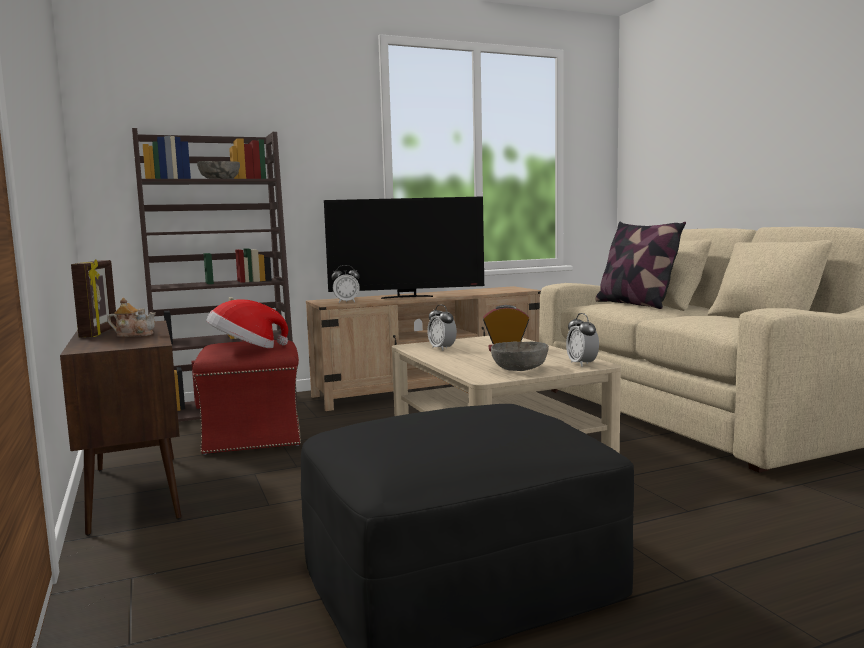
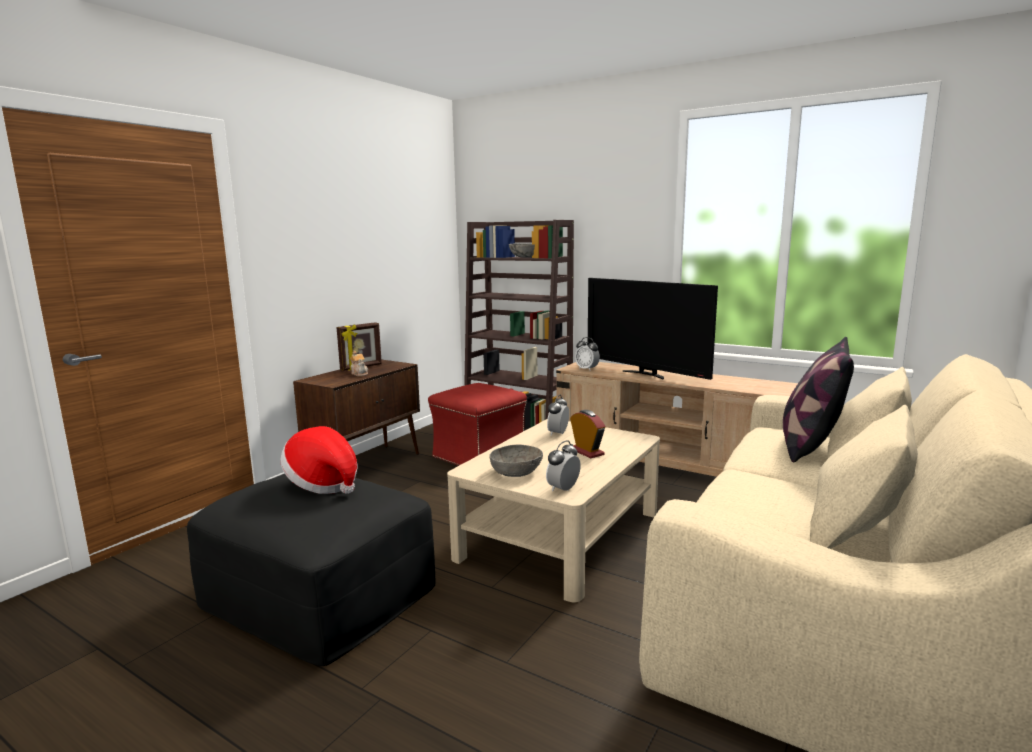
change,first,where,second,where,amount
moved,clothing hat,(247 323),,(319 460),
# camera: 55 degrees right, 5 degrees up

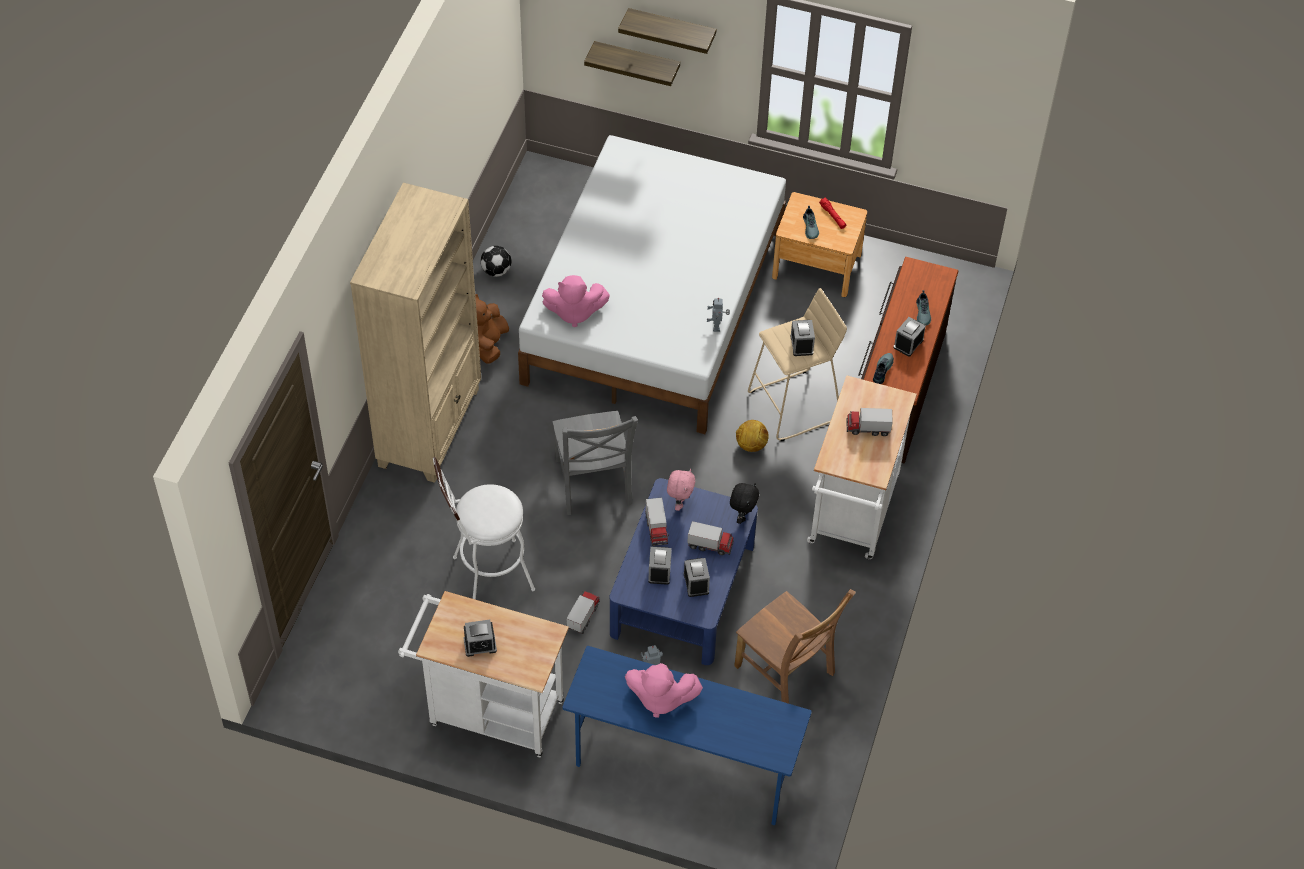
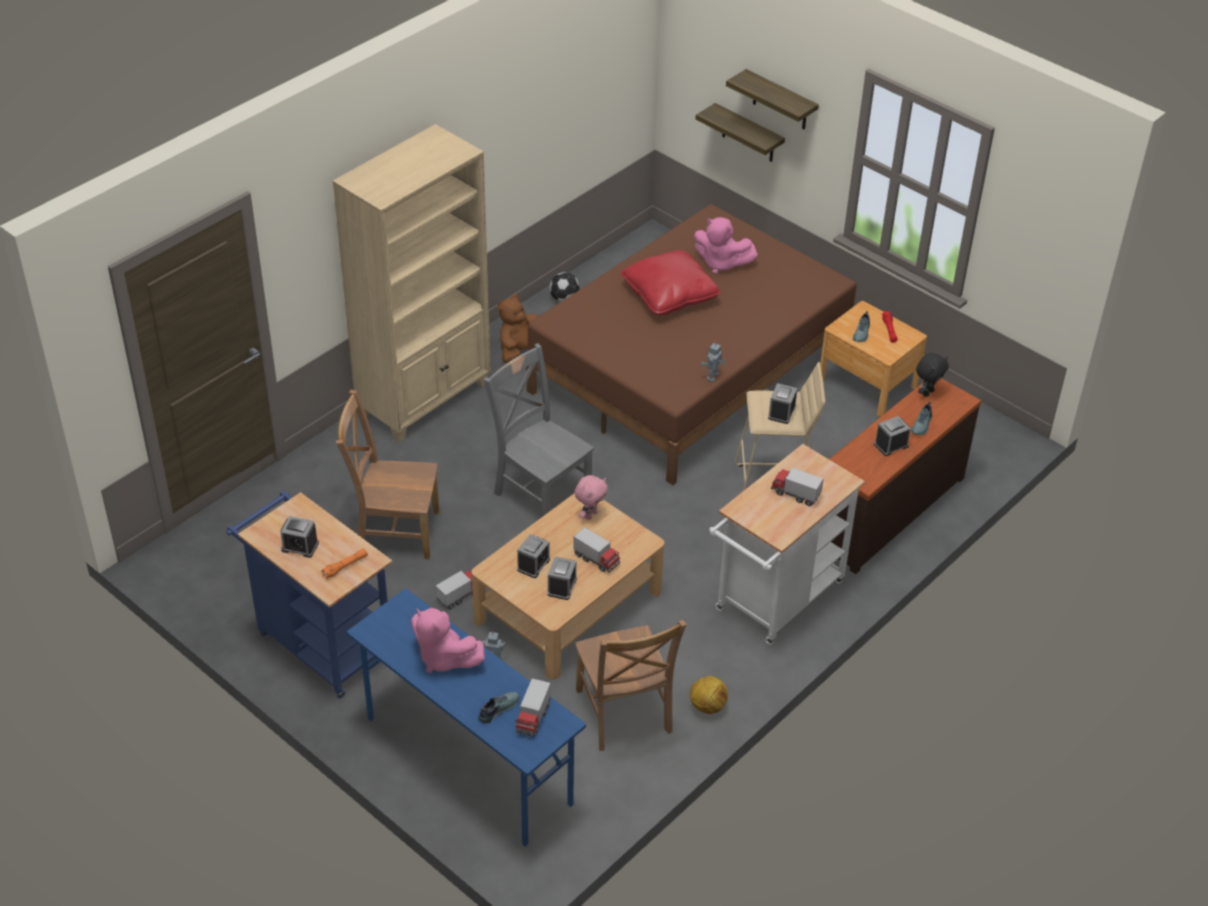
change,first,where,second,where,amount
recoloured,bed (whitish),(652 284),bed (brown),(691 344),
moved,soft toy (pinkish),(576 301),,(726 245),
moved,item of footwear,(883 368),,(498 708),
turned,plain chair (greyish),(595 463),,(539 430),120 degrees clockwise
moved,ball for football,(752 436),,(709 695),
replaced,sitting stool (whitish),(484 528),plain chair (brown),(387 475),
recoloured,lounge table (blue-coloured),(683 571),lounge table (beige),(567 586),
moved,soft toy (black),(744 503),,(932 375),
moved,model truck,(657 521),,(533 707),
recoloured,trolley (whitish),(483 674),trolley (blue-coloured),(309 595),
added,,,pillow (reddish),(671 283),
added,,,hand torch (orange-coloured),(344 563),
# camera: 25 degrees right, 10 degrees down

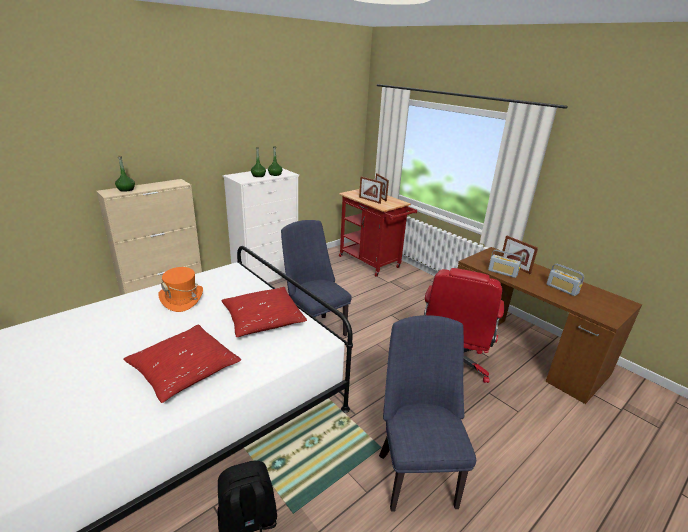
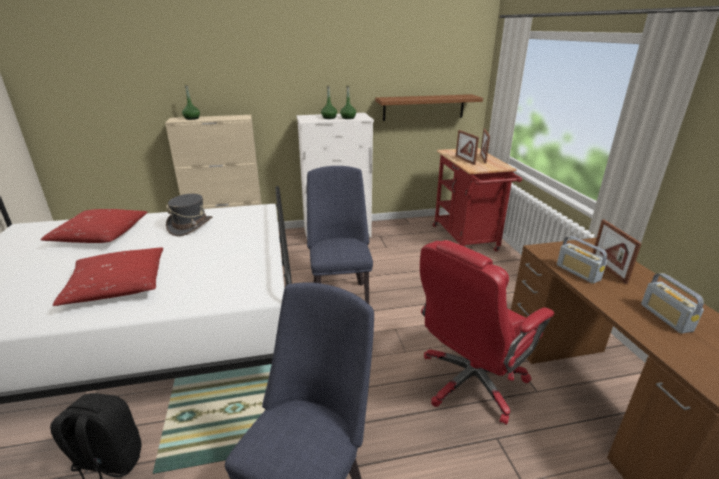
change,first,where,second,where,amount
recoloured,clothing hat (orange-coloured),(180 289),clothing hat (greyish),(189 215),
moved,pillow (reddish),(264 312),,(94 226),
added,,,shelf (brown),(429 107),
# camera: 30 degrees right, 0 degrees up

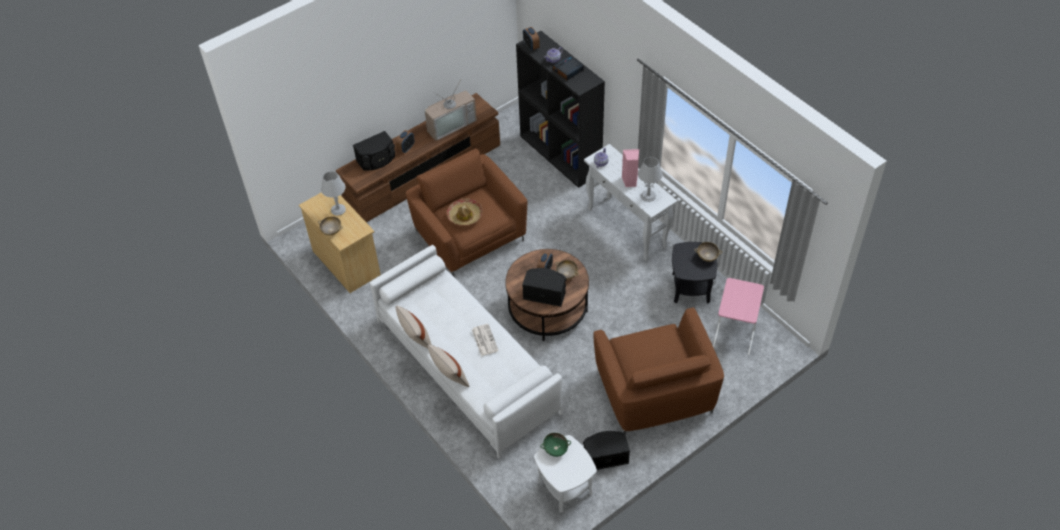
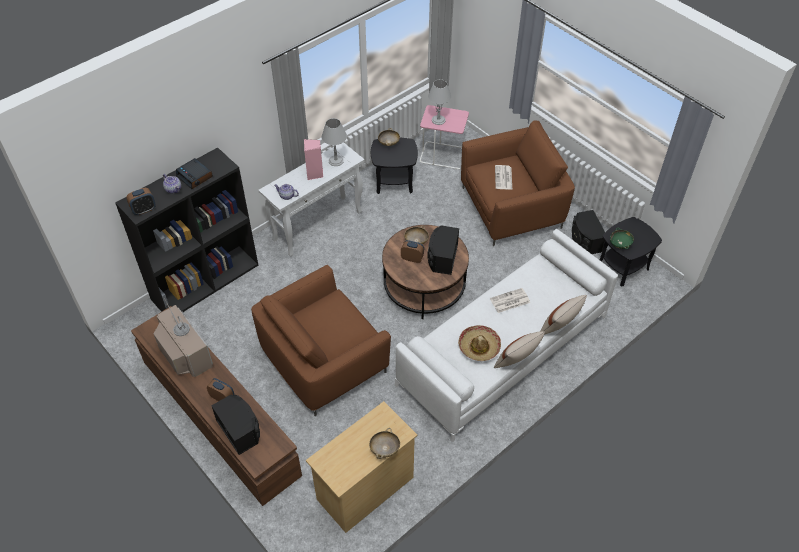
change,first,where,second,where,amount
moved,tabletop lamp (greyish),(333 193),,(439 102),
moved,clothing hat,(465 212),,(479 343),
recoloured,accent table (whitish),(565 474),accent table (black),(631 251),
added,,,newspaper,(503 177),
# camera: 95 degrees left, 0 degrees up

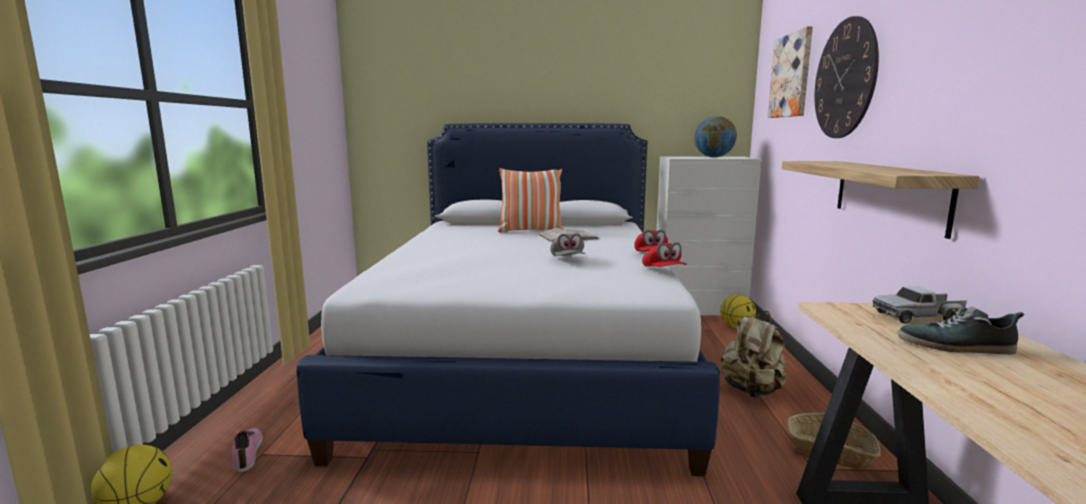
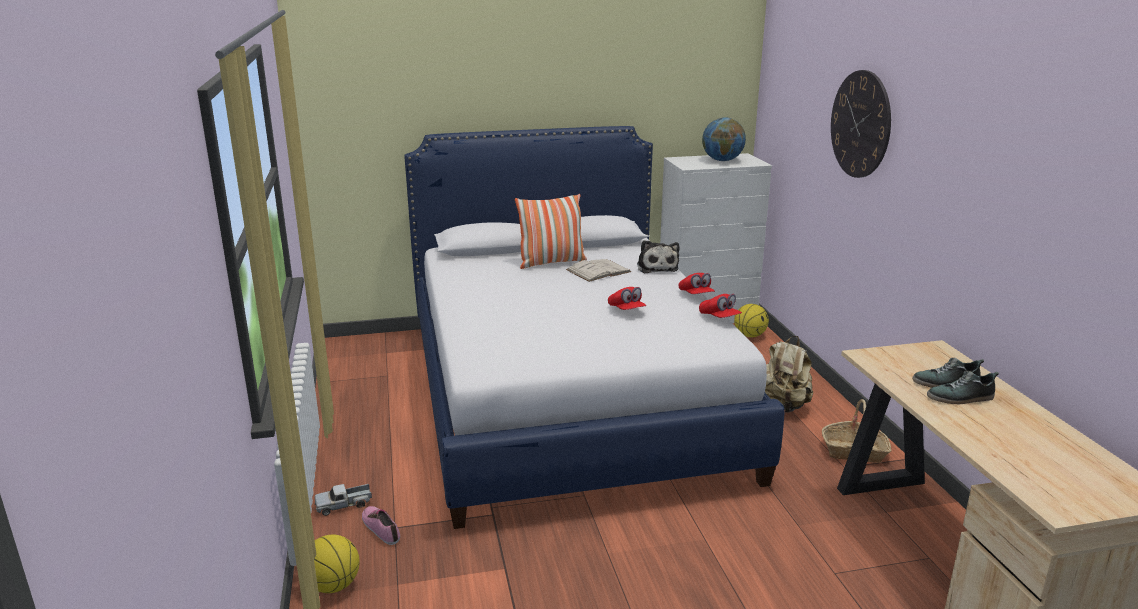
change,first,where,second,where,amount
removed,picture,(790 72),,,
removed,shelf,(880 200),,,
recoloured,cap (greyish),(567 244),cap (reddish),(627 298),
moved,model truck,(919 304),,(343 500),
added,,,soft toy,(658 256),
added,,,item of footwear,(963 387),
# camera: 15 degrees left, 10 degrees up

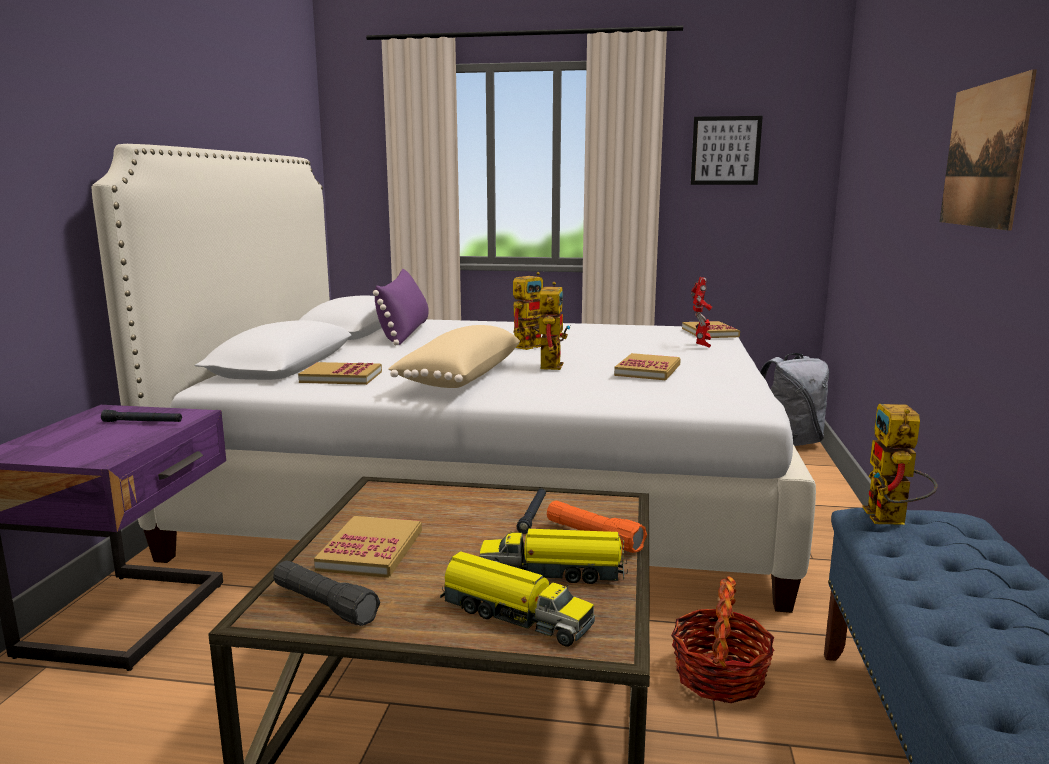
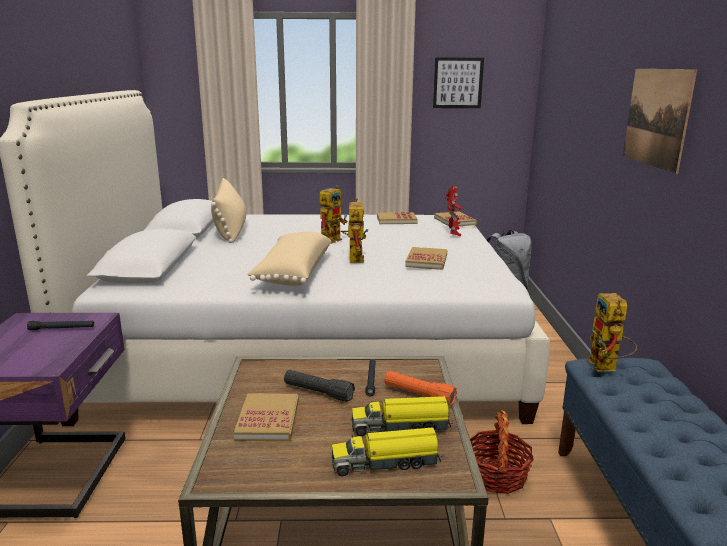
change,first,where,second,where,amount
recoloured,pillow (purple-coloured),(401 307),pillow (beige),(228 210),
moved,book,(340 373),,(397 218),
turned,model truck,(517 599),,(386 451),150 degrees clockwise
moved,hand torch (black),(326 593),,(319 386),
# camera: 10 degrees left, 5 degrees up

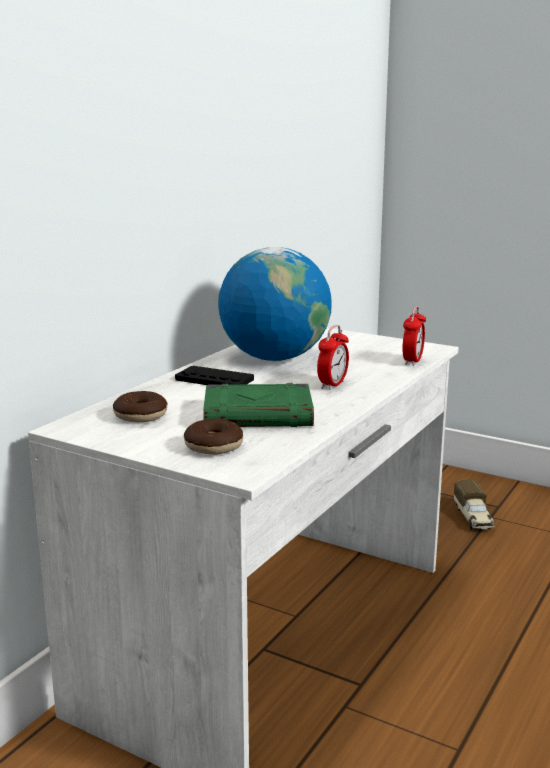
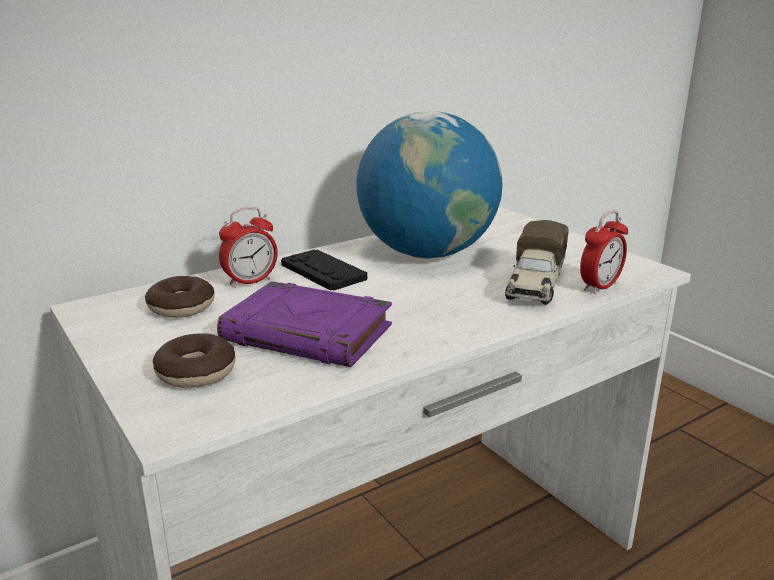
change,first,where,second,where,amount
moved,bedside clock,(333 357),,(248 247),
recoloured,book (greenish),(258 405),book (purple-coloured),(304 324),
moved,model truck,(474 504),,(537 262),
# camera: 25 degrees right, 5 degrees up

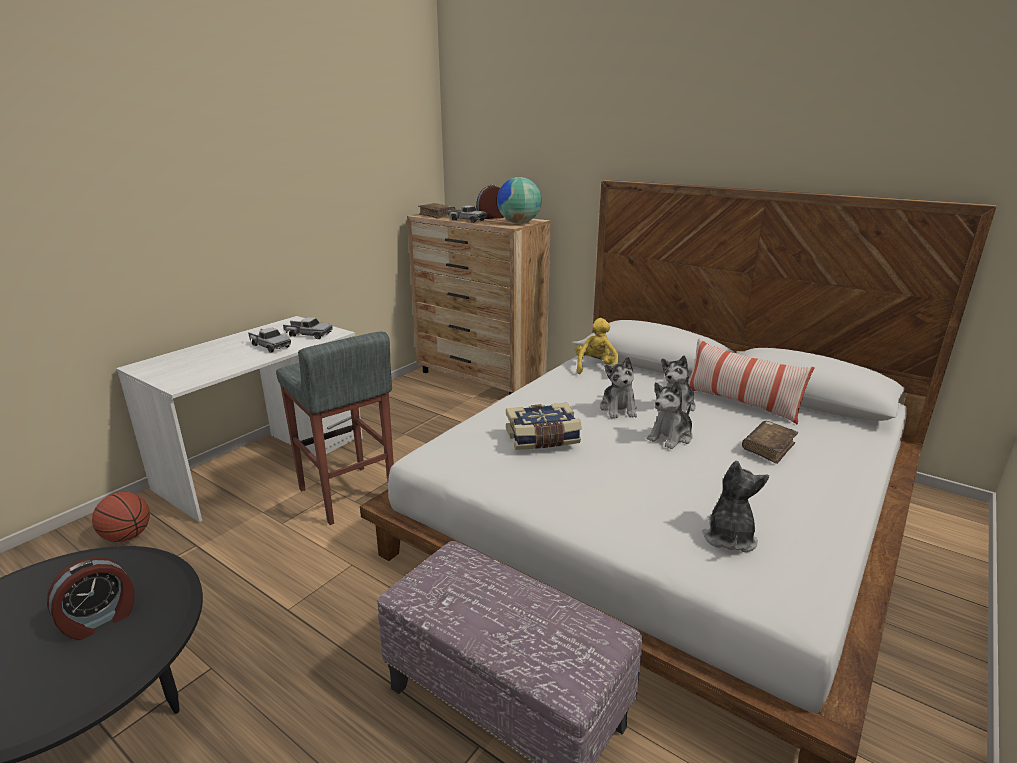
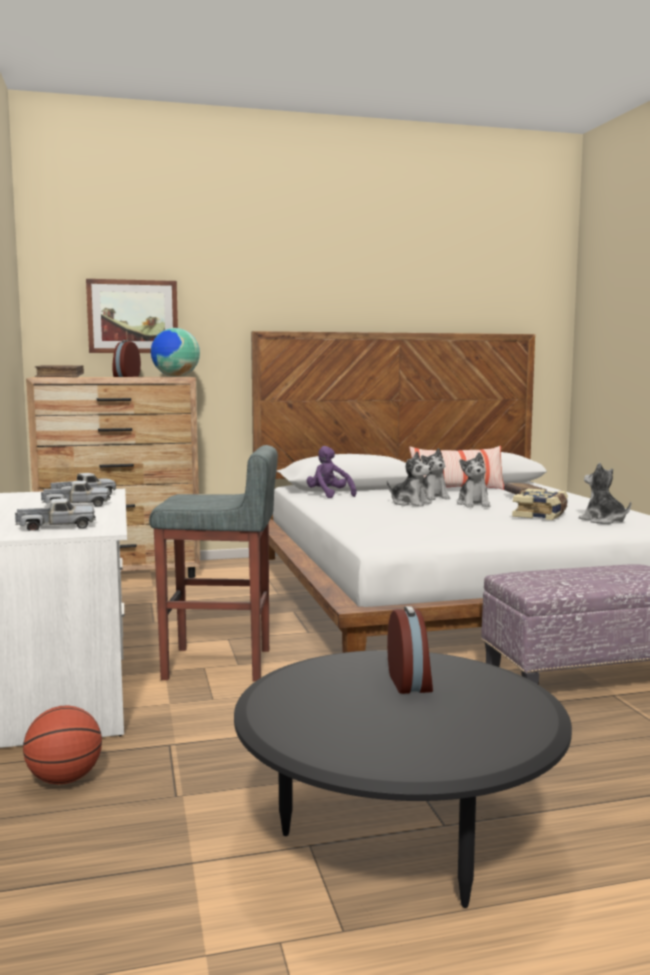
change,first,where,second,where,amount
moved,model truck,(467 214),,(55 514),
recoloured,soft toy (yellowish),(597 346),soft toy (purple-coloured),(332 472),
moved,book,(544 426),,(540 504),
added,,,picture,(132 316),
# camera: 50 degrees left, 15 degrees down

